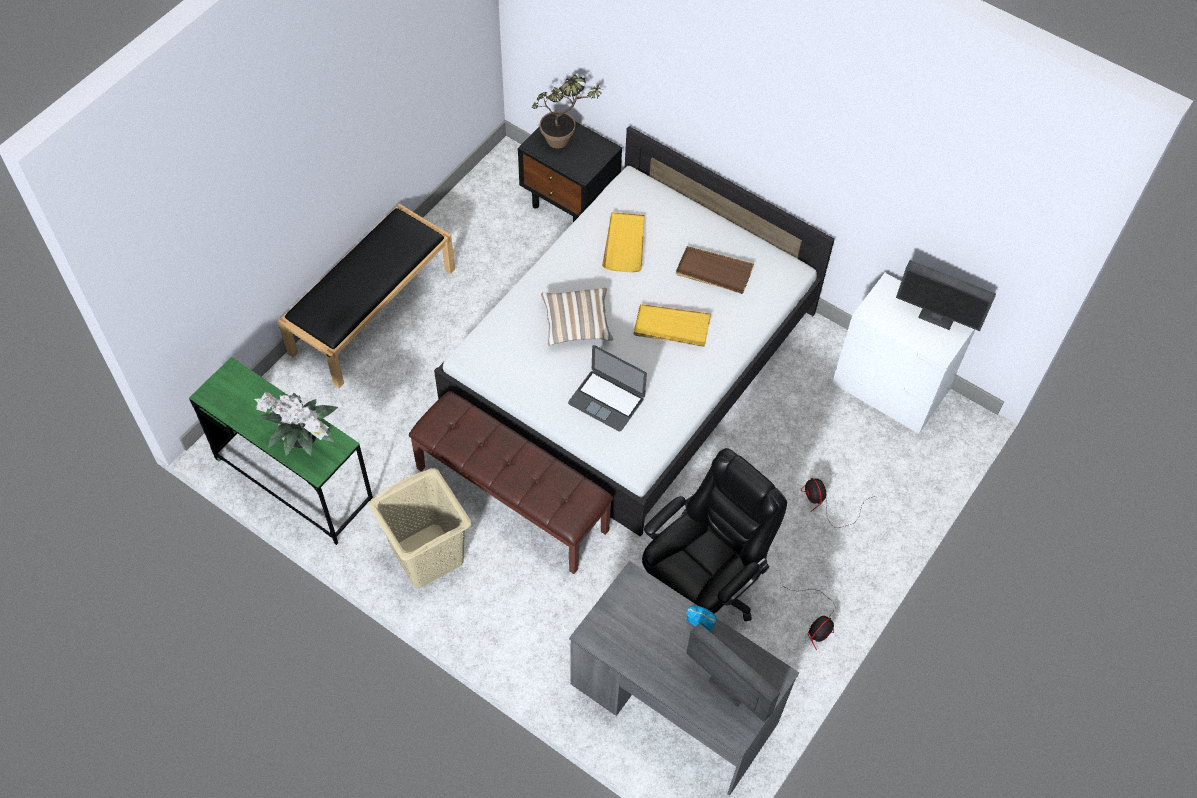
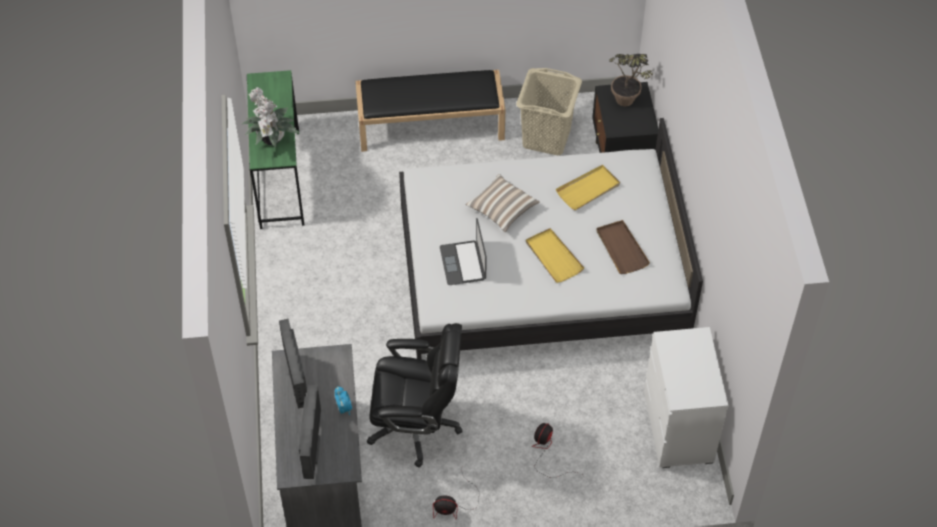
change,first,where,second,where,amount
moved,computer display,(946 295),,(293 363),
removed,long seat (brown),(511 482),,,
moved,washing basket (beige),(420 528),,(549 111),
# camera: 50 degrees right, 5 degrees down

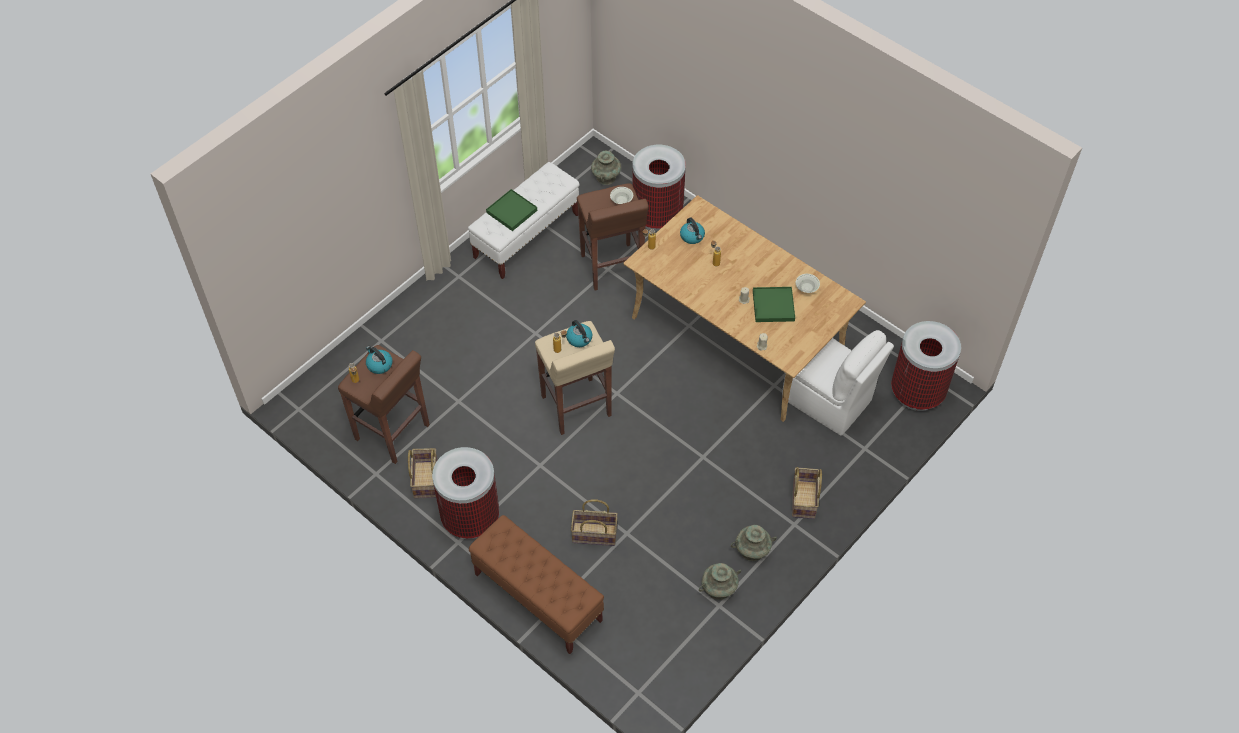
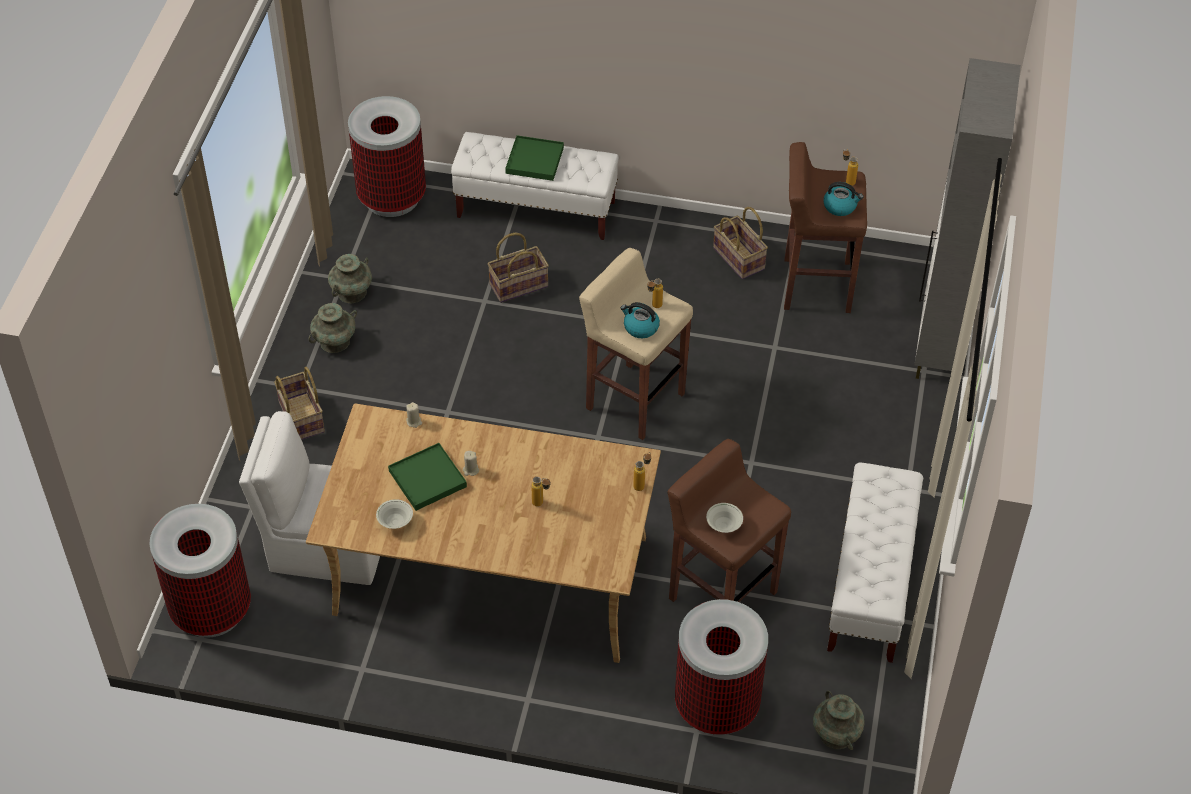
change,first,where,second,where,amount
moved,tray (greenish),(511 210),,(534 158),
removed,water kettle,(692 231),,,
moved,waste bin,(465 493),,(387 156),
recoloured,long seat (brown),(536 584),long seat (whitish),(535 186),
added,,,cupboard (greyish),(967 218),
# camera: 150 degrees right, 5 degrees down

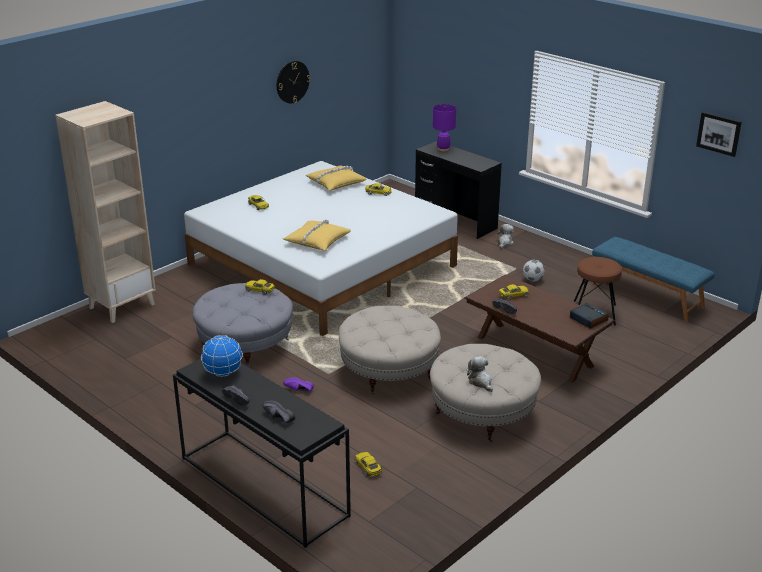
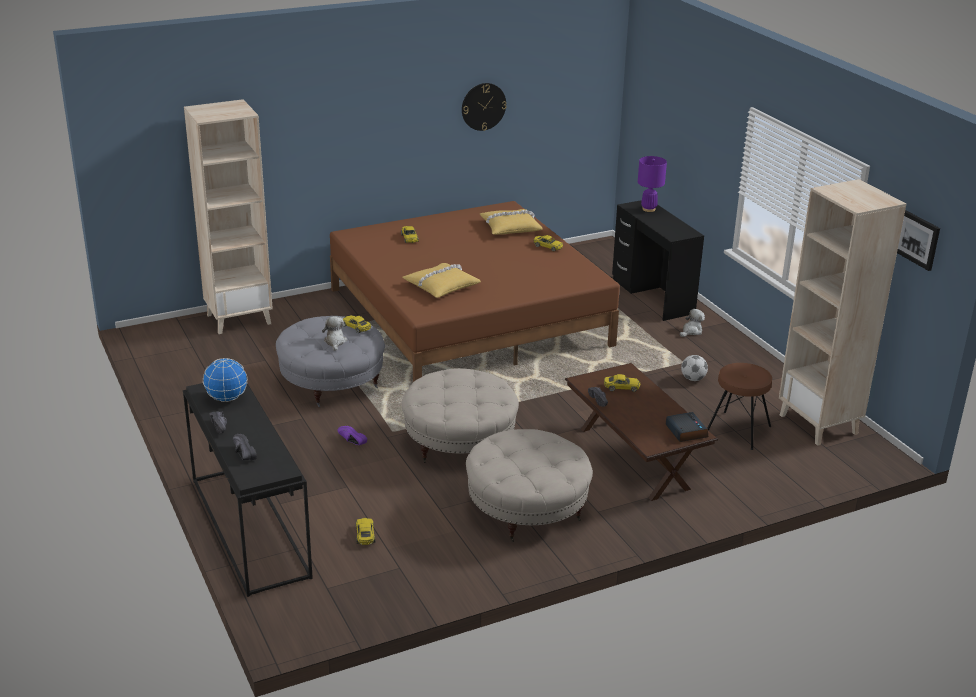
change,first,where,second,where,amount
recoloured,bed (whitish),(321 248),bed (brown),(475 291),
replaced,long seat (blue-coloured),(653 279),bookshelf (beige),(842 312),
moved,soft toy,(480 374),,(334 333),
# camera: 20 degrees right, 0 degrees up

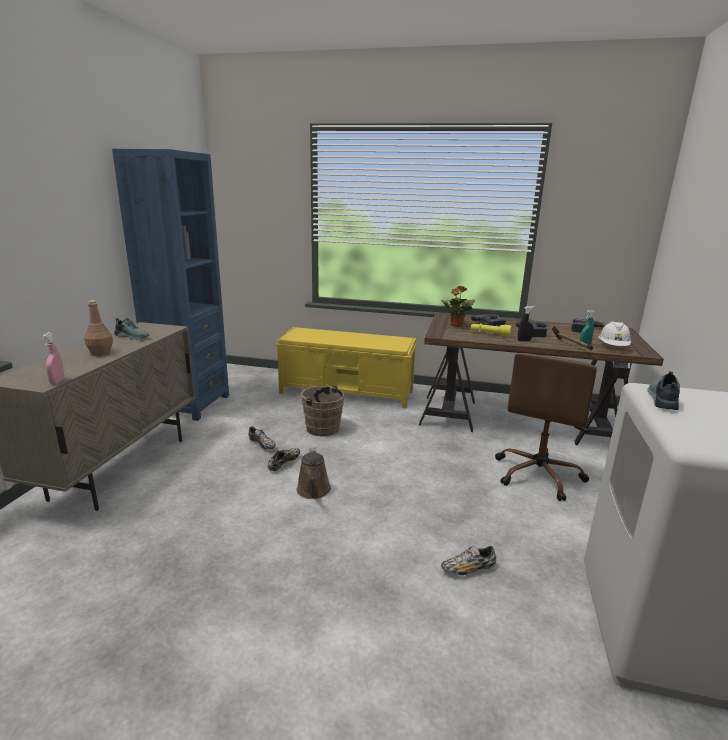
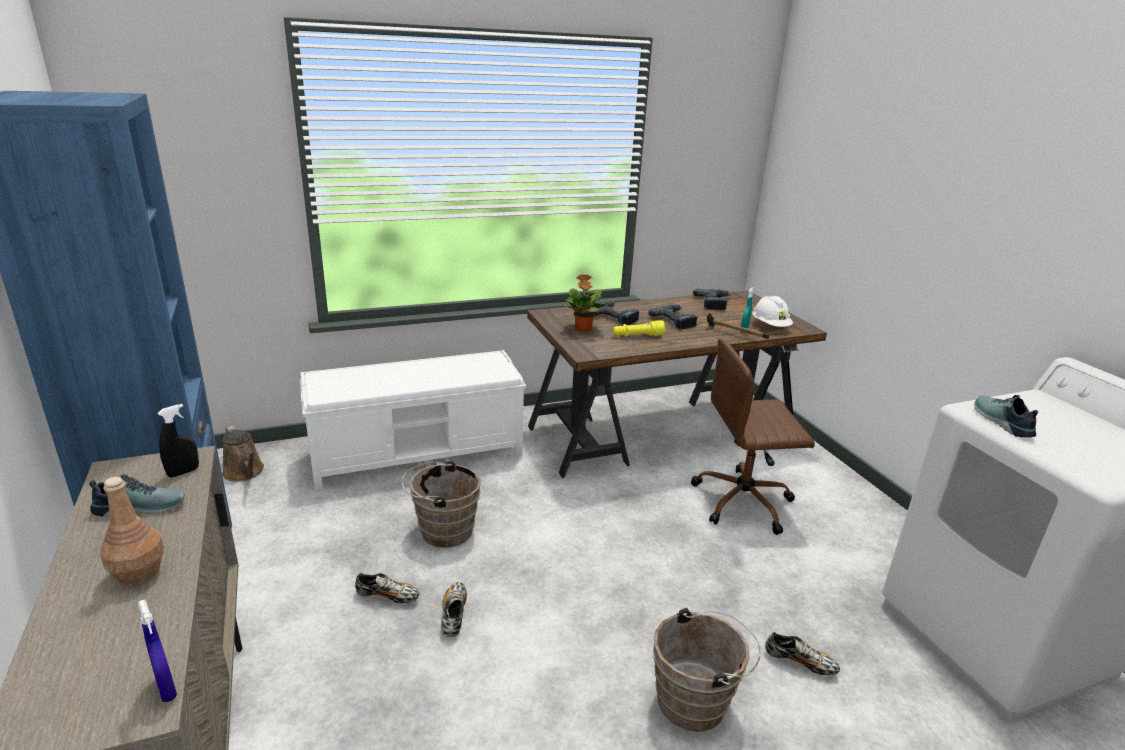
change,first,where,second,where,amount
moved,sprayer (black),(526 323),,(178 441),
recoloured,long seat (yellowish),(346 368),long seat (whitish),(412 420),
recoloured,sprayer (pinkish),(53 358),sprayer (blue-coloured),(157 650),
turned,desk chair (brown),(546 427),,(753 437),90 degrees clockwise
moved,sprinkling can (brown),(313 473),,(243 454),
turned,item of footwear,(468 560),,(802 653),105 degrees counterclockwise
added,,,water bucket (brown),(707 670),
# camera: 35 degrees left, 5 degrees up

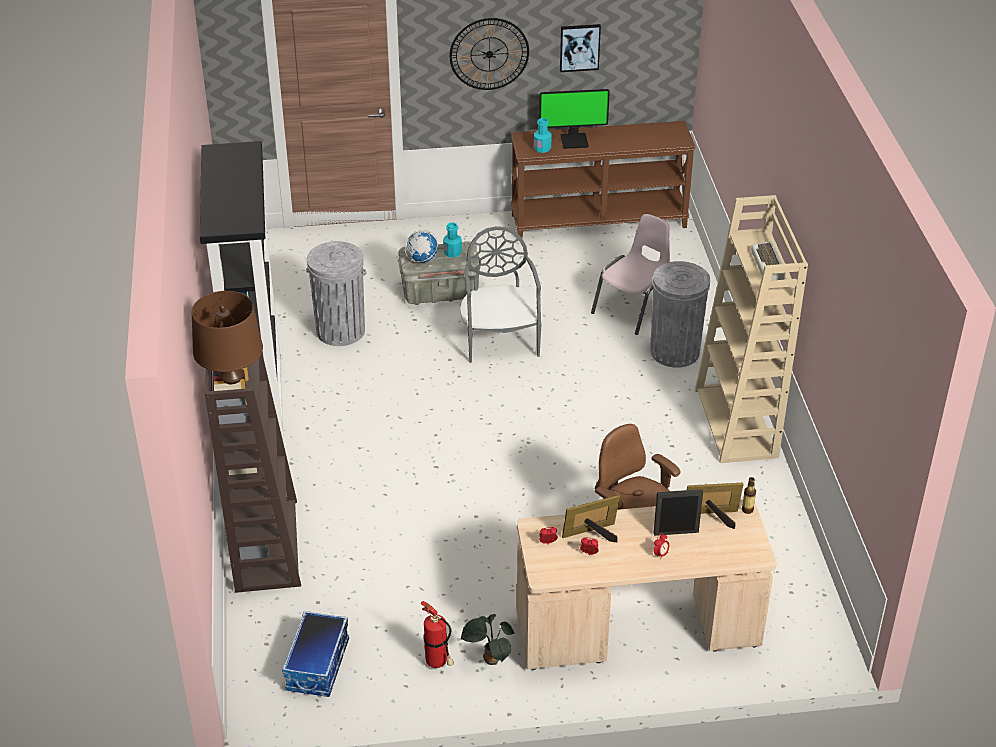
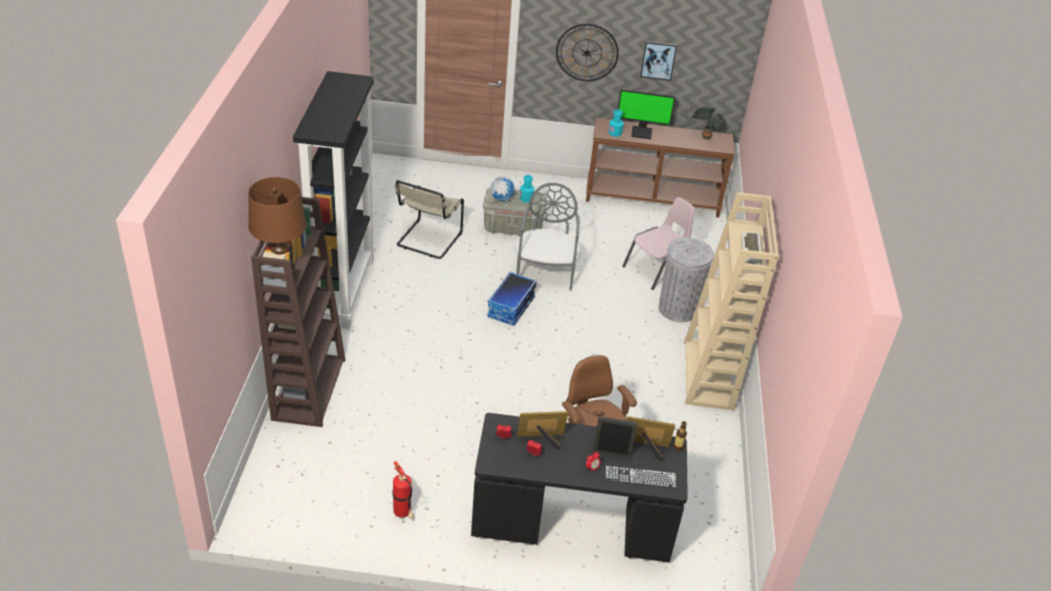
change,first,where,second,where,amount
replaced,waste bin (greyish),(336 293),plain chair (beige),(429 219),
recoloured,desk unit (beige),(647 584),desk unit (black),(579 487),
moved,storage bin,(315 654),,(512 299),
moved,houseplant,(487 639),,(707 123),
added,,,PC keyboard,(641 477),
# camera: 10 degrees right, 0 degrees up

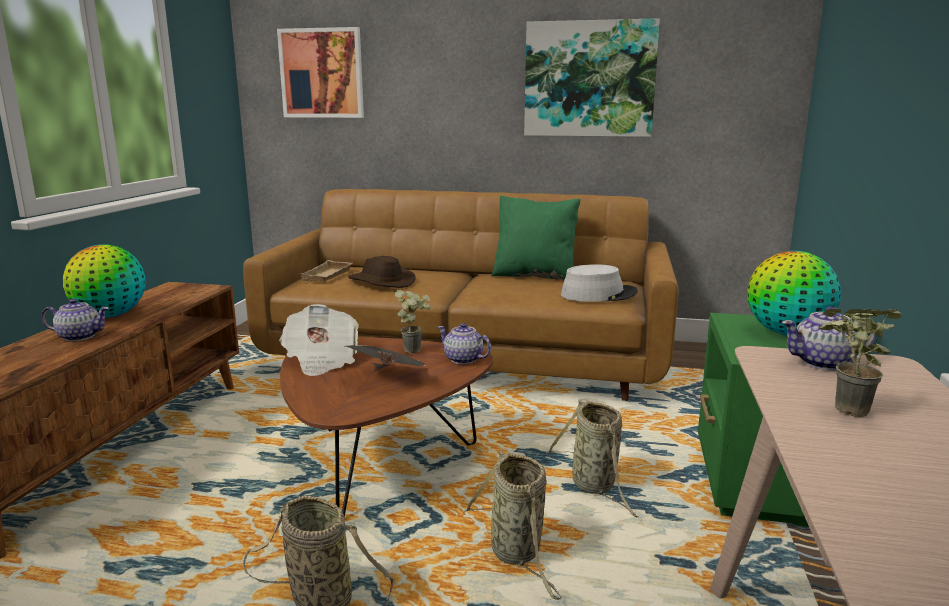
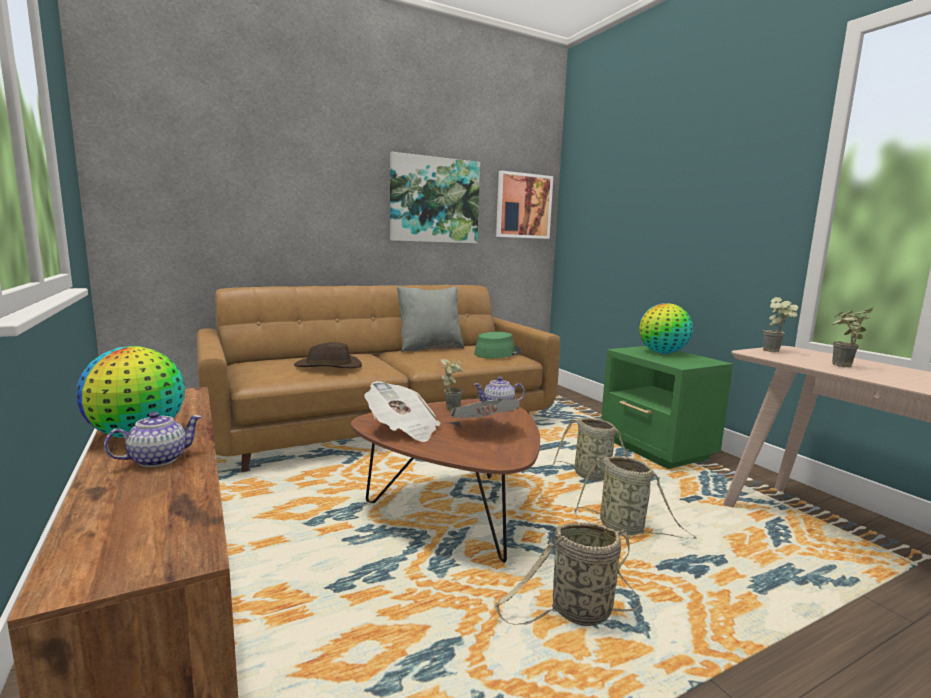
change,first,where,second,where,amount
moved,picture,(320 72),,(524 204),
recoloured,pillow (greenish),(536 237),pillow (greyish),(430 319),
removed,tray (beige),(327 271),,,
recoloured,clothing hat (greyish),(599 283),clothing hat (greenish),(497 345),
replaced,teapot,(828 338),houseplant,(780 324),
# camera: 40 degrees left, 5 degrees down

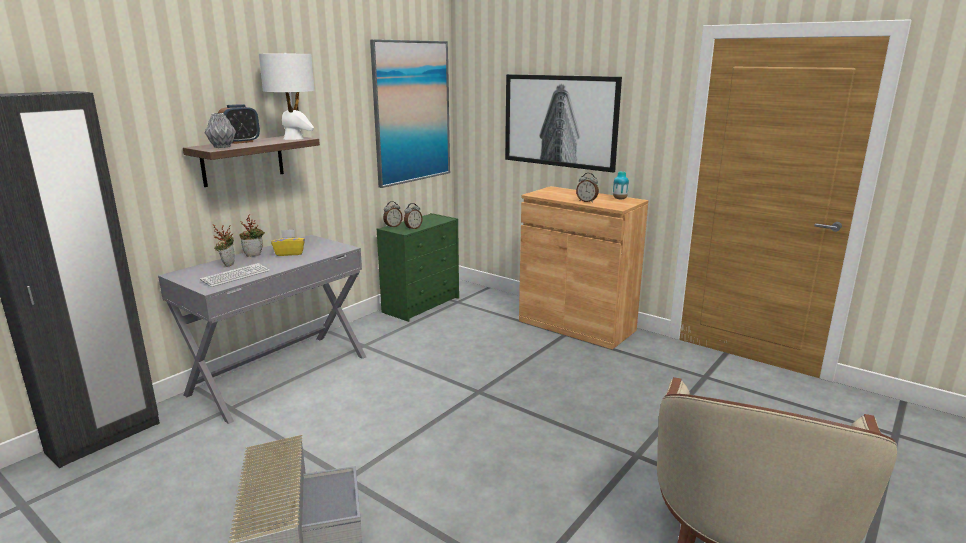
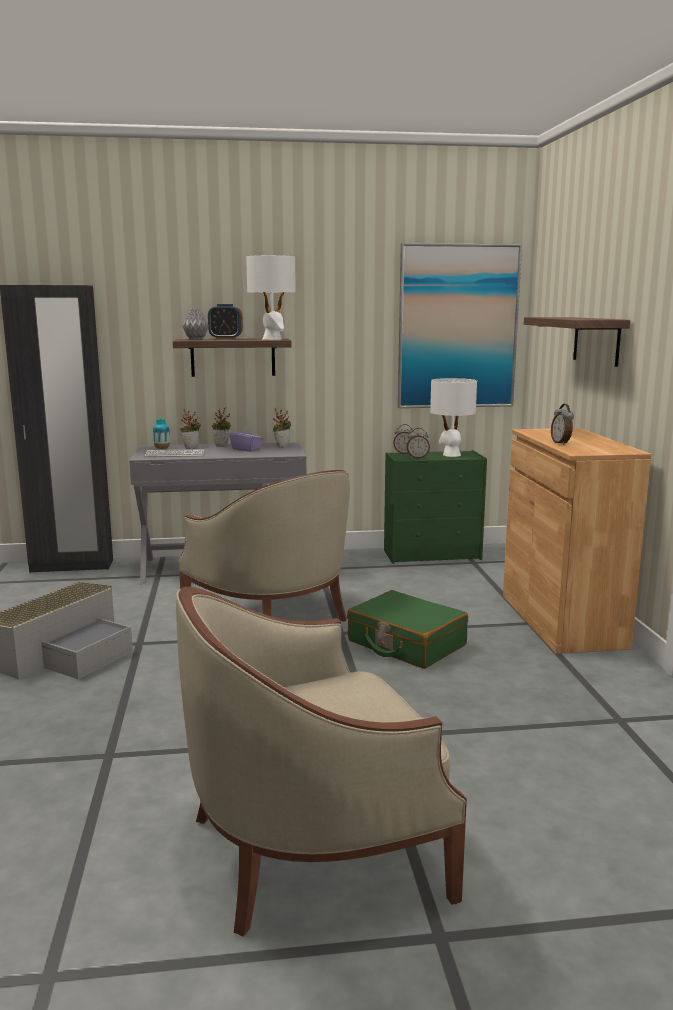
change,first,where,second,where,amount
replaced,picture,(563 123),shelf,(577 342),
moved,decorative vase,(621 185),,(161 434),
recoloured,box of tissues (yellowish),(288 242),box of tissues (purple-coloured),(246 439),
added,,,tabletop lamp (whitish),(453 417),
added,,,houseplant,(282 428),
added,,,easy chair (beige),(264 545),
added,,,piece of luggage (greenish),(407 629),
# camera: 45 degrees right, 5 degrees down

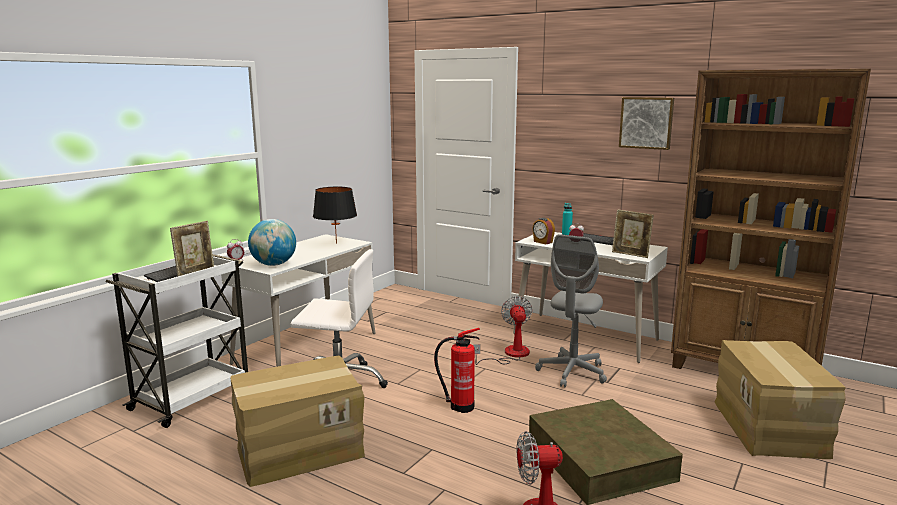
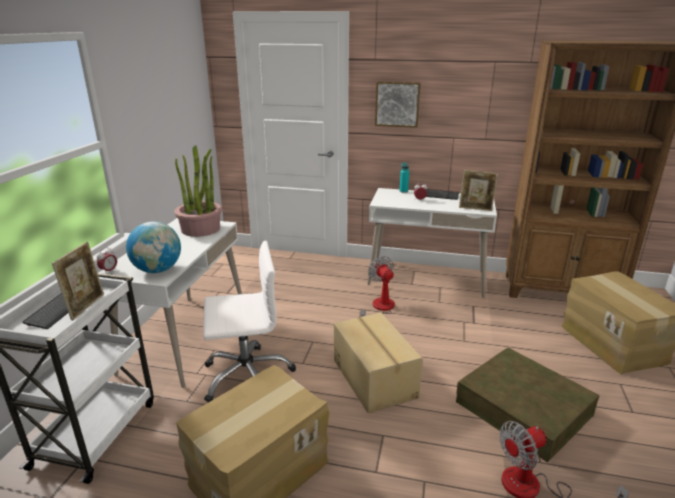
change,first,where,second,where,amount
moved,picture,(646 123),,(398 104),
replaced,tabletop lamp (black),(335 215),houseplant,(198 191),
removed,bedside clock,(543 231),,,
removed,desk chair (greyish),(571 310),,,
replaced,extinguisher,(457 370),cardboard box,(378 363),
# camera: 20 degrees left, 10 degrees up

